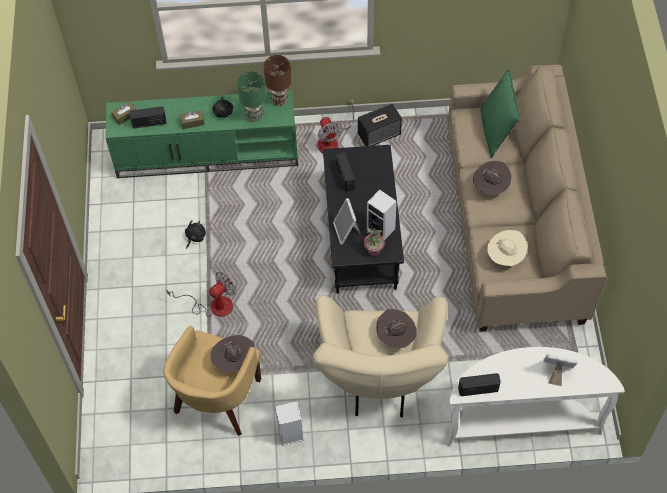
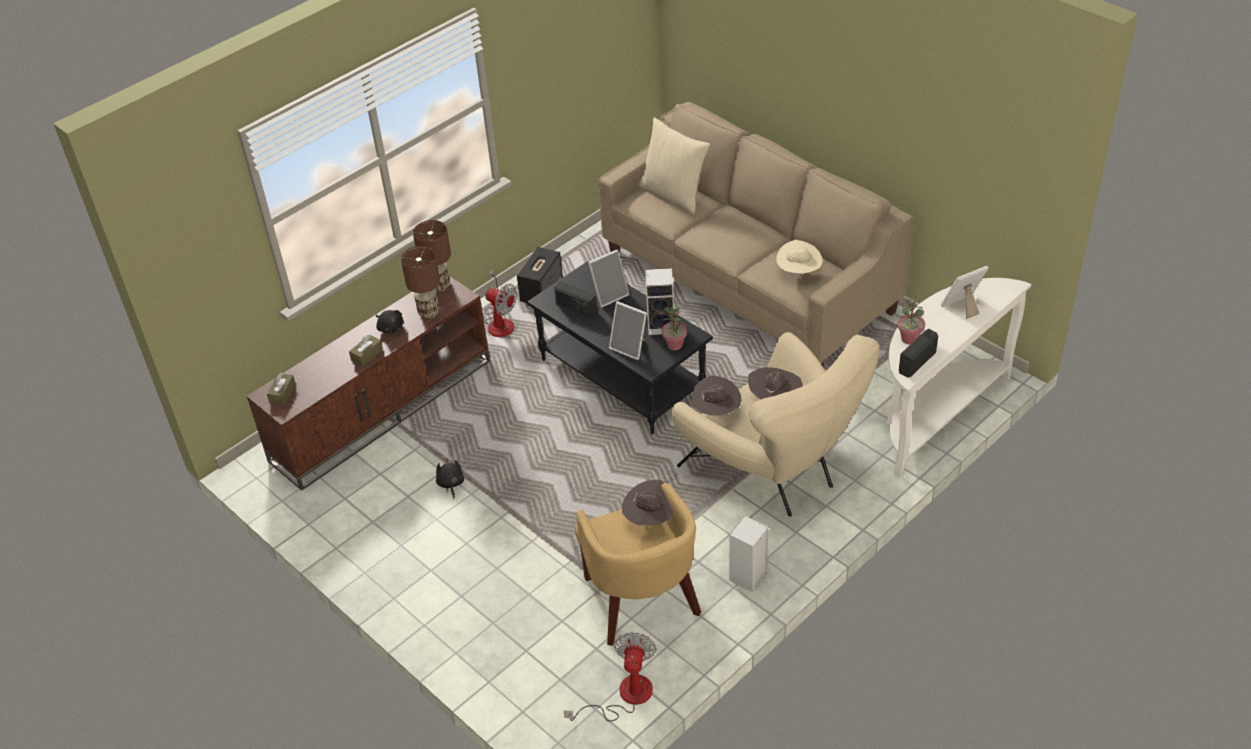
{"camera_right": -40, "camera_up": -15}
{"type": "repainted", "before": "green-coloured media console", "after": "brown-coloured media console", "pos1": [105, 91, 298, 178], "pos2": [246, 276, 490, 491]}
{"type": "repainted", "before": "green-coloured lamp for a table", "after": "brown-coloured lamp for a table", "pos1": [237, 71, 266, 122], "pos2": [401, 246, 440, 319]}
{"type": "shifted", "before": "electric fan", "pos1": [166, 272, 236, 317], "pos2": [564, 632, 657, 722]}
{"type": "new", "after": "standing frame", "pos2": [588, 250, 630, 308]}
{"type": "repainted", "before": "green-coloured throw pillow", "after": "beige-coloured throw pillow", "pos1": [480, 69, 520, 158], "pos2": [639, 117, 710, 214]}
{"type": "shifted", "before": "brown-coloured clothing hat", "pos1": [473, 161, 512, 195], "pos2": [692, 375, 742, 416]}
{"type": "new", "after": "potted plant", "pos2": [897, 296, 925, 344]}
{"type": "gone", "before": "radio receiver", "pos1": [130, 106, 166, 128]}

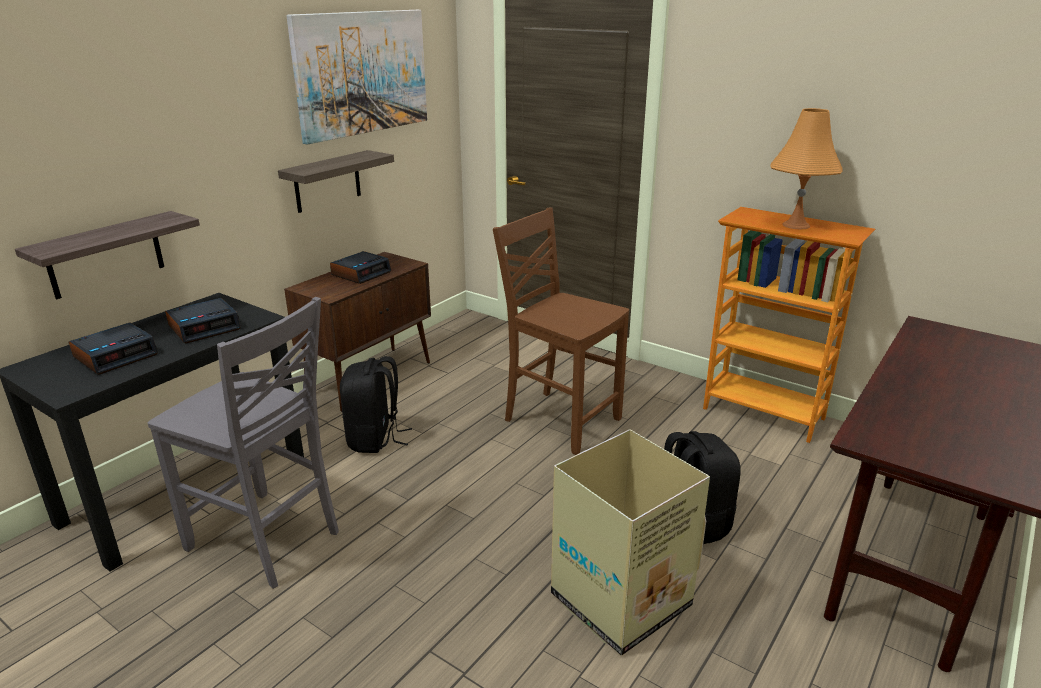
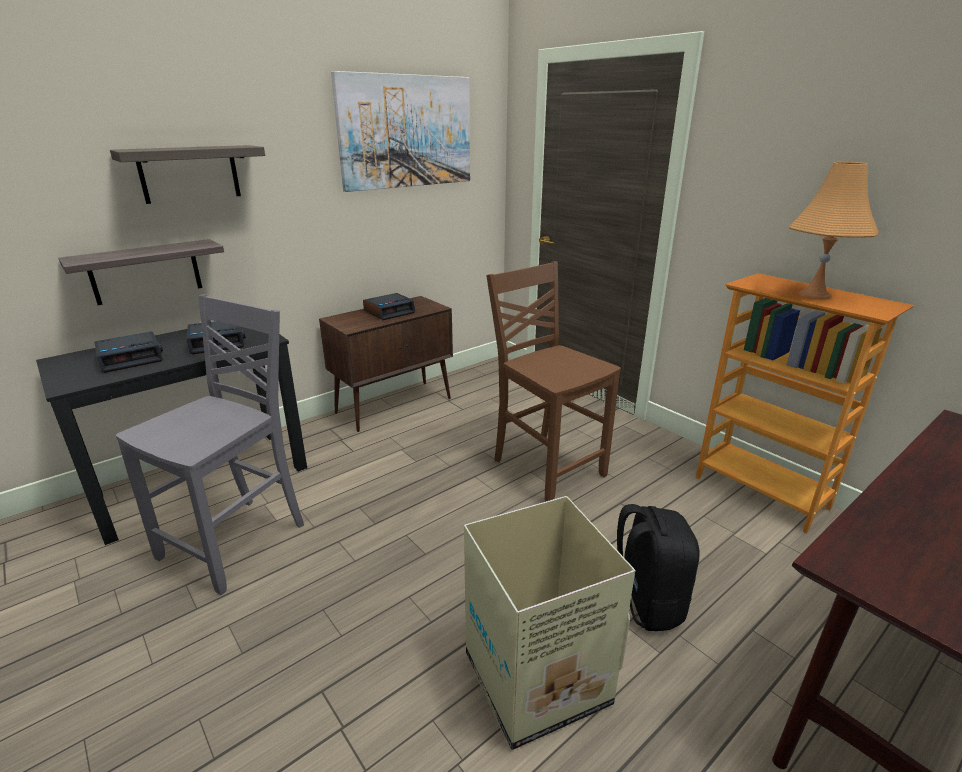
{"camera_right": 15, "camera_up": 0}
{"type": "shifted", "before": "wall shelf", "pos1": [278, 150, 394, 213], "pos2": [110, 145, 265, 204]}
{"type": "rotated", "before": "greyish chair", "pos1": [148, 297, 339, 589], "pos2": [116, 295, 304, 595], "turn": -105}
{"type": "gone", "before": "blackish knapsack", "pos1": [340, 356, 412, 453]}

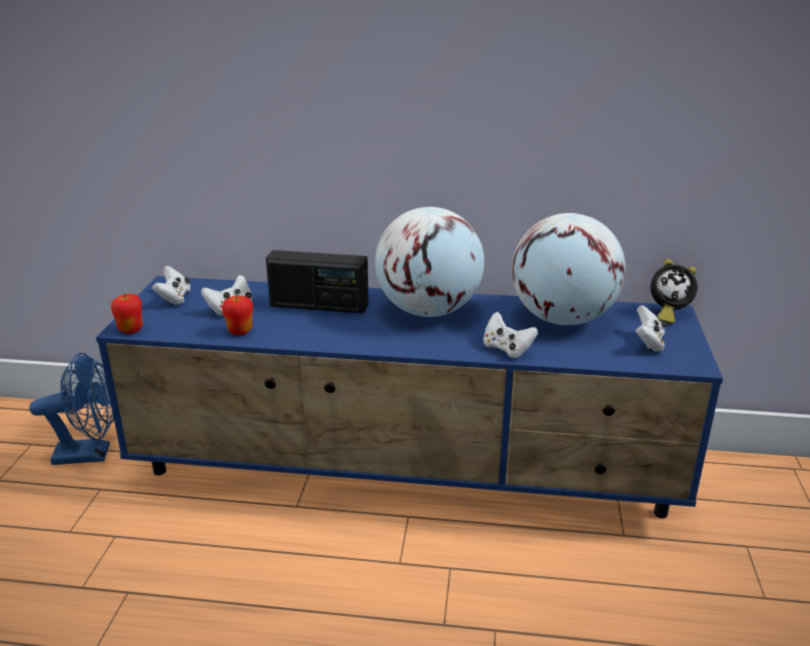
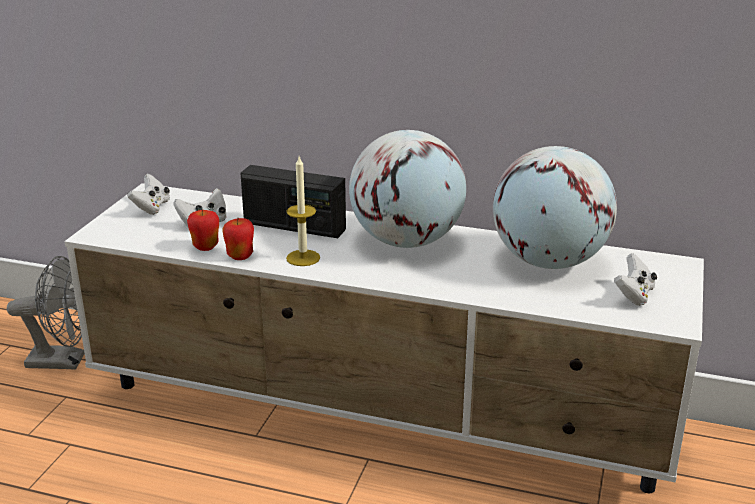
{"camera_right": 10, "camera_up": 0}
{"type": "repainted", "before": "blue electric fan", "after": "greyish electric fan", "pos1": [29, 353, 114, 465], "pos2": [7, 256, 85, 370]}
{"type": "repainted", "before": "blue media console", "after": "white media console", "pos1": [96, 276, 723, 518], "pos2": [64, 183, 704, 493]}
{"type": "shifted", "before": "apple fruit", "pos1": [111, 294, 143, 334], "pos2": [222, 218, 254, 260]}
{"type": "new", "after": "wax light", "pos2": [286, 157, 320, 266]}
{"type": "gone", "before": "white joypad", "pos1": [483, 312, 538, 358]}
{"type": "gone", "before": "bedside clock", "pos1": [651, 259, 697, 324]}

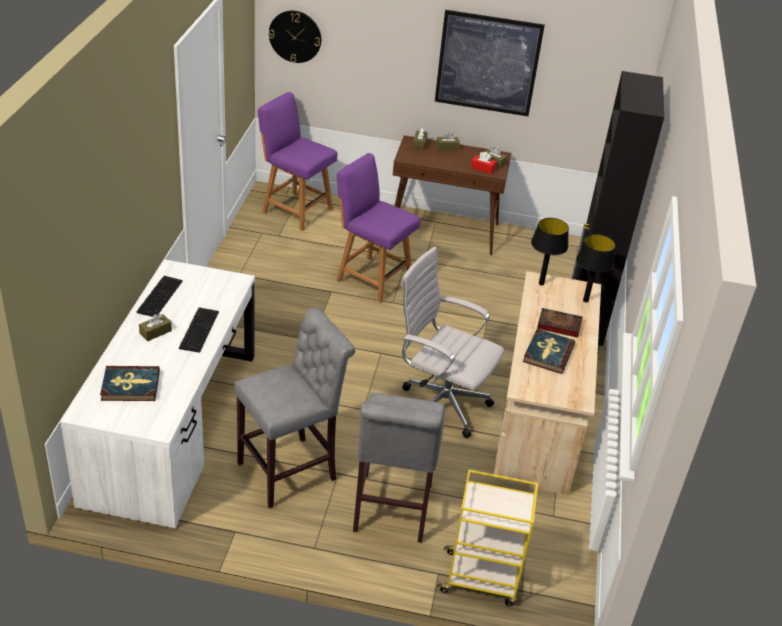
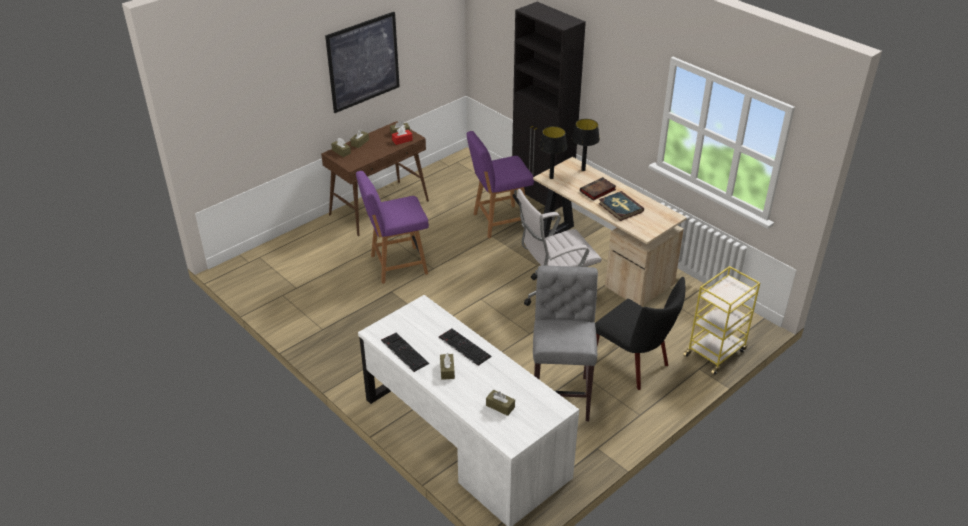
{"camera_right": -50, "camera_up": 0}
{"type": "shifted", "before": "purplish chair", "pos1": [258, 92, 337, 231], "pos2": [467, 131, 534, 238]}
{"type": "swapped", "before": "book", "after": "brown-coloured tissue holder", "pos1": [100, 366, 160, 401], "pos2": [486, 390, 515, 416]}
{"type": "swapped", "before": "greyish sitting stool", "after": "blackish chair", "pos1": [353, 393, 445, 543], "pos2": [595, 277, 685, 390]}
{"type": "gone", "before": "hanging clock", "pos1": [269, 11, 321, 63]}

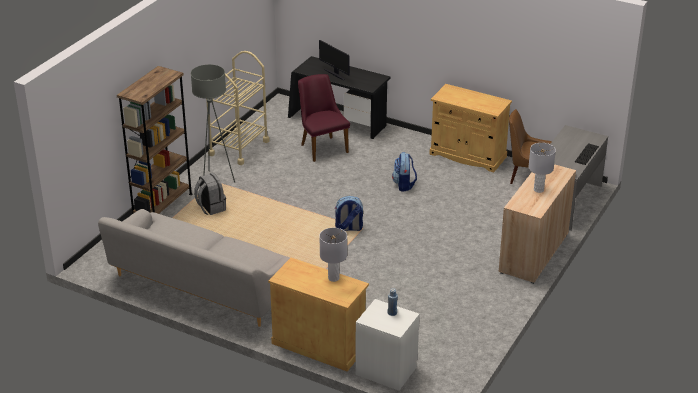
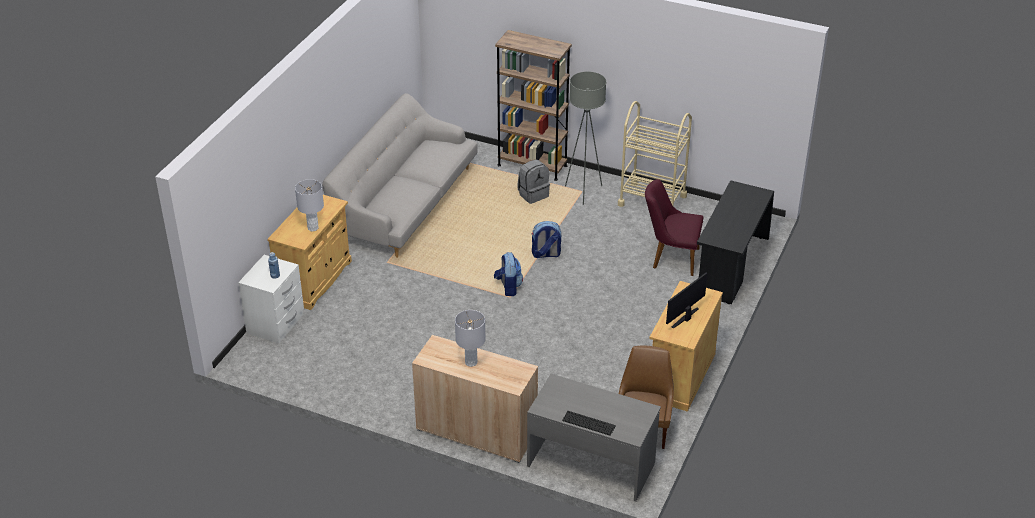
{"camera_right": 85, "camera_up": 5}
{"type": "shifted", "before": "knapsack", "pos1": [392, 152, 417, 192], "pos2": [532, 221, 561, 258]}
{"type": "rotated", "before": "purplish chair", "pos1": [298, 74, 350, 162], "pos2": [645, 179, 704, 276], "turn": -135}
{"type": "shifted", "before": "computer screen", "pos1": [319, 40, 350, 80], "pos2": [666, 272, 707, 329]}

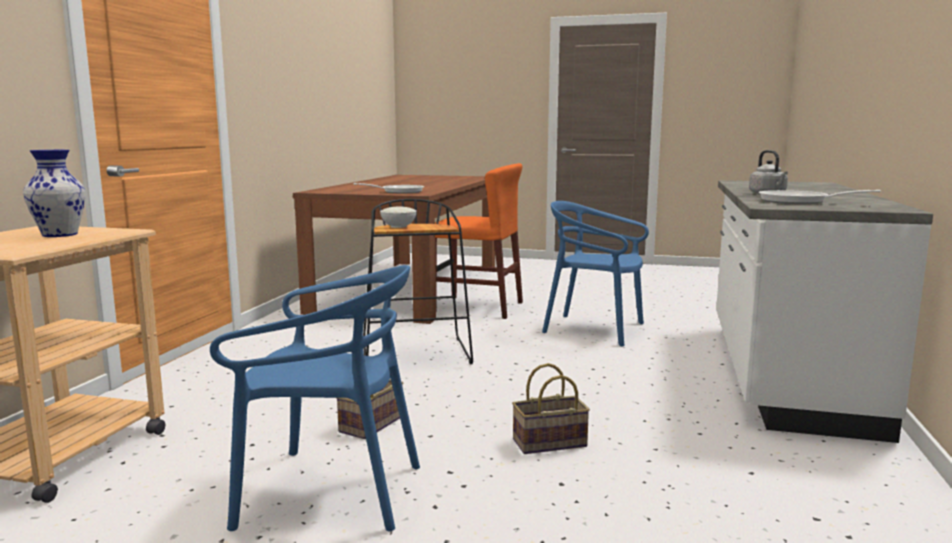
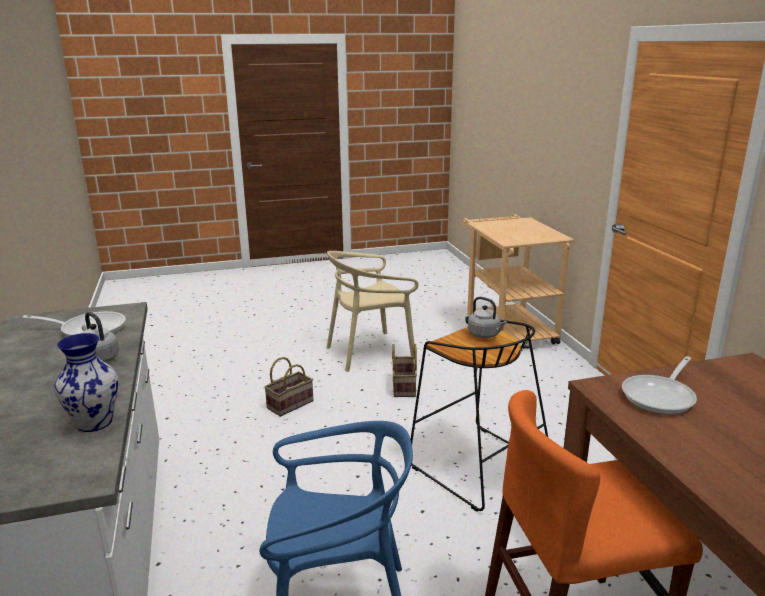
{"camera_right": 150, "camera_up": 10}
{"type": "shifted", "before": "flower vase", "pos1": [23, 150, 86, 237], "pos2": [54, 333, 119, 432]}
{"type": "repainted", "before": "blue chair", "after": "beige-coloured chair", "pos1": [210, 265, 420, 532], "pos2": [327, 251, 419, 372]}
{"type": "swapped", "before": "white bowl", "after": "greyish water kettle", "pos1": [380, 207, 417, 228], "pos2": [468, 297, 507, 338]}

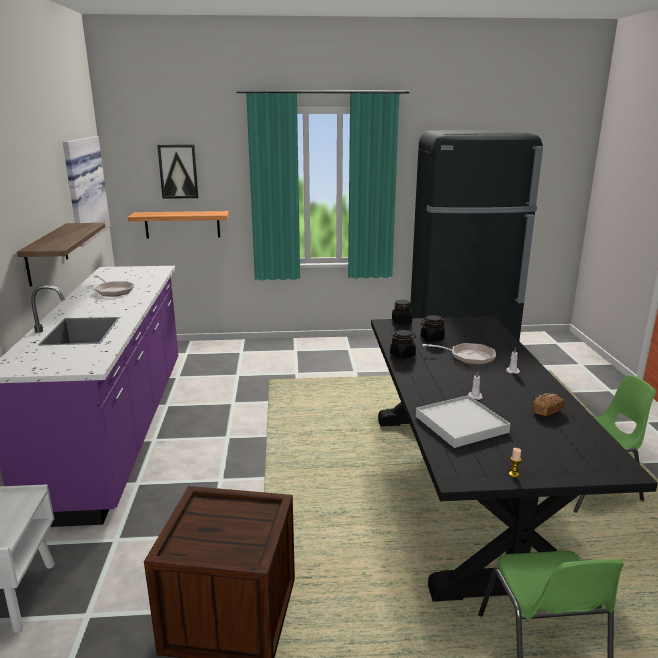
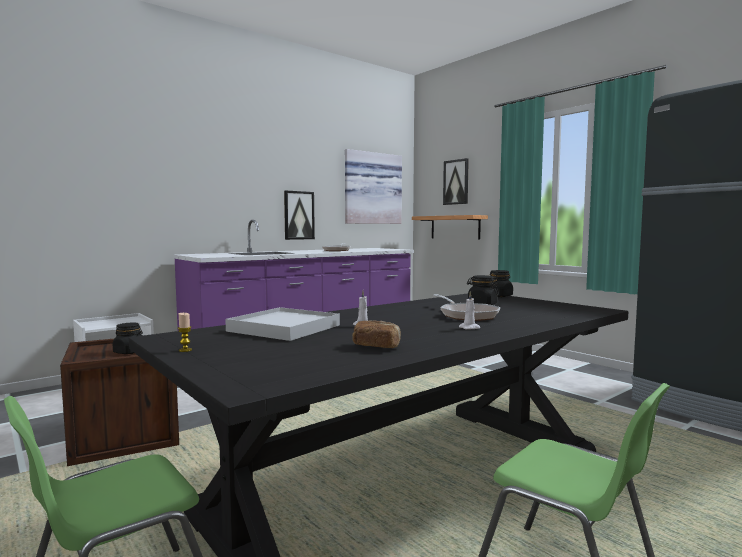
{"camera_right": 55, "camera_up": -15}
{"type": "shifted", "before": "blackish jar", "pos1": [390, 330, 416, 359], "pos2": [113, 323, 143, 354]}
{"type": "swapped", "before": "wall shelf", "after": "wall picture", "pos1": [17, 223, 105, 286], "pos2": [284, 191, 315, 240]}

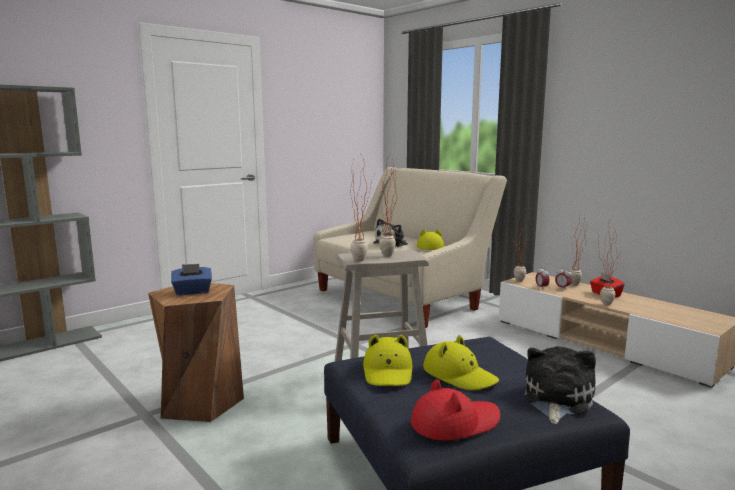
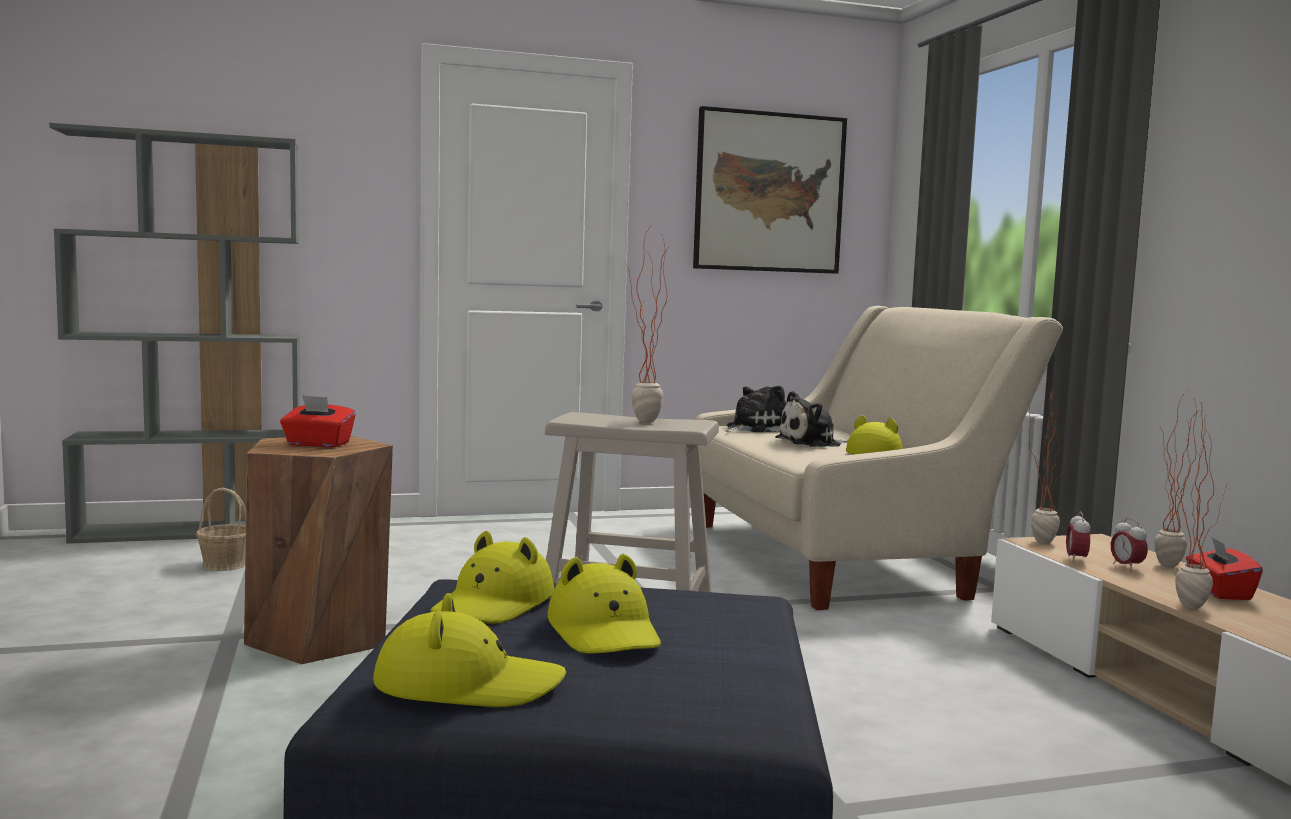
{"camera_right": 25, "camera_up": -5}
{"type": "new", "after": "household basket", "pos2": [196, 487, 246, 571]}
{"type": "repainted", "before": "blue tissue holder", "after": "red tissue holder", "pos1": [171, 264, 212, 295], "pos2": [280, 395, 356, 447]}
{"type": "repainted", "before": "red clothing hat", "after": "yellowish clothing hat", "pos1": [411, 379, 500, 440], "pos2": [373, 593, 566, 707]}
{"type": "new", "after": "wall picture", "pos2": [693, 106, 847, 274]}
{"type": "shifted", "before": "cuddly toy", "pos1": [524, 346, 596, 424], "pos2": [725, 386, 786, 432]}
{"type": "gone", "before": "potted plant", "pos1": [350, 159, 373, 262]}

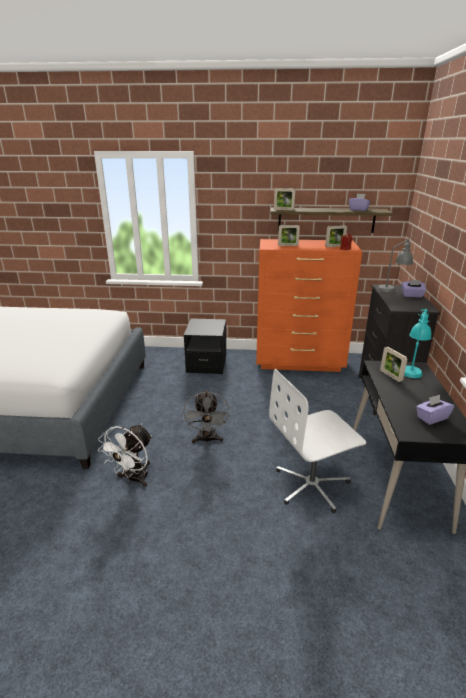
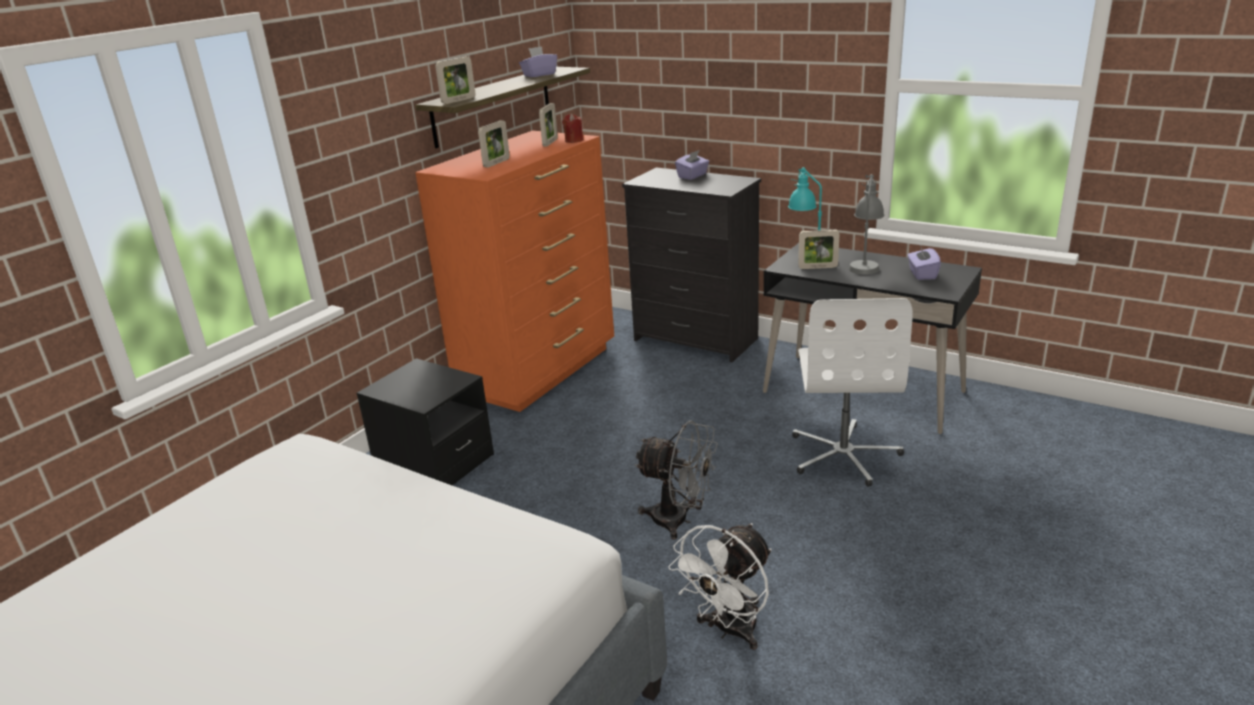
{"camera_right": -60, "camera_up": 0}
{"type": "rotated", "before": "white electric fan", "pos1": [98, 424, 152, 487], "pos2": [668, 523, 772, 650], "turn": 75}
{"type": "shifted", "before": "greyish lamp for a table", "pos1": [377, 239, 413, 292], "pos2": [849, 174, 884, 275]}

